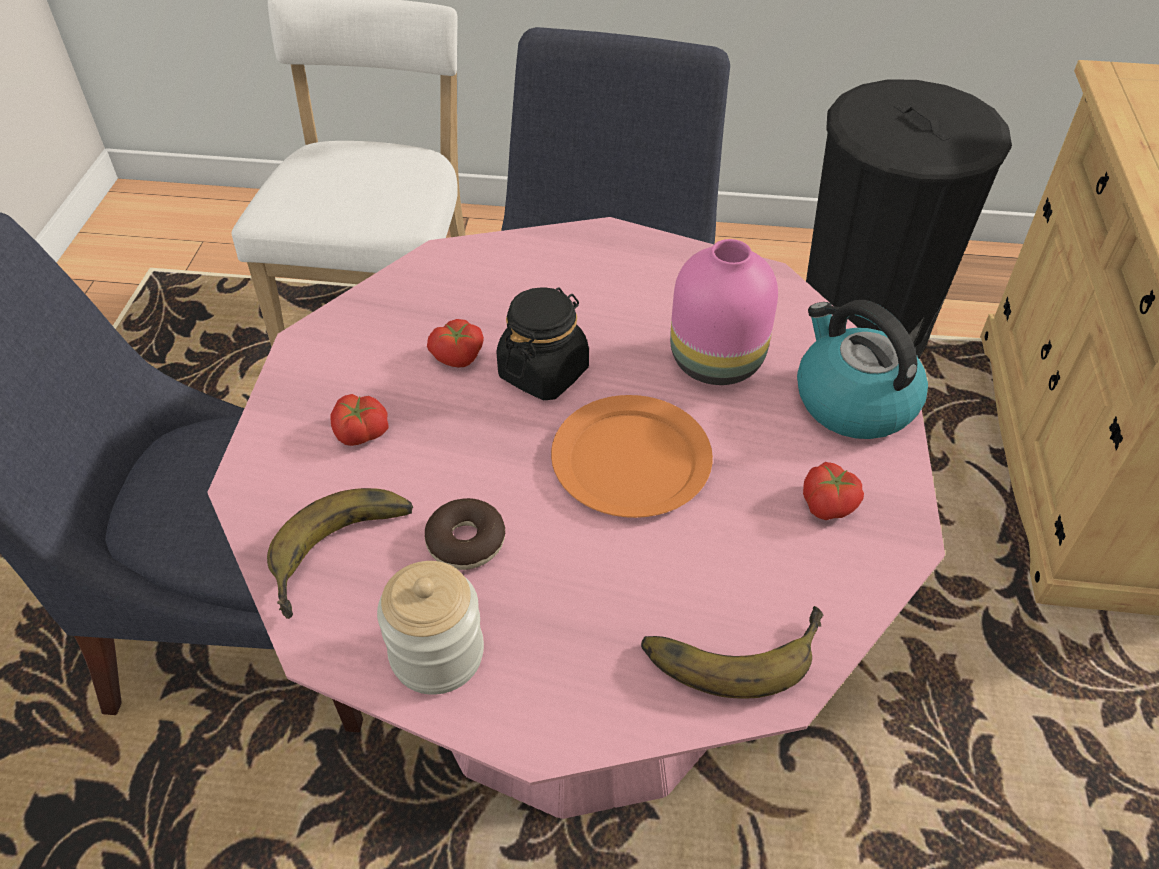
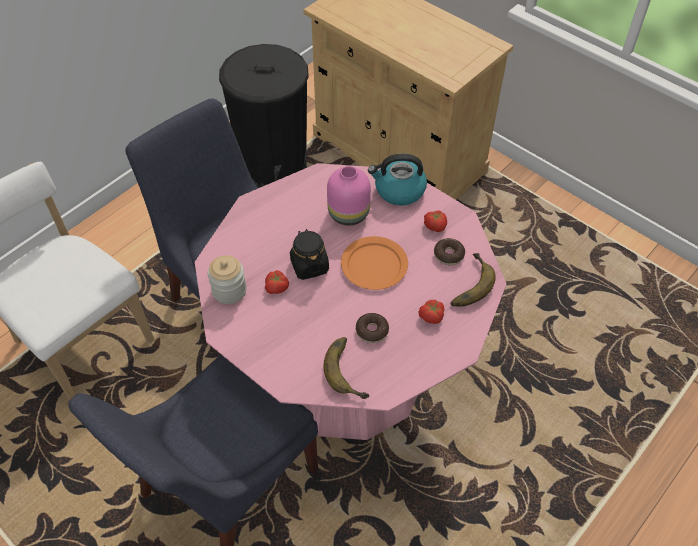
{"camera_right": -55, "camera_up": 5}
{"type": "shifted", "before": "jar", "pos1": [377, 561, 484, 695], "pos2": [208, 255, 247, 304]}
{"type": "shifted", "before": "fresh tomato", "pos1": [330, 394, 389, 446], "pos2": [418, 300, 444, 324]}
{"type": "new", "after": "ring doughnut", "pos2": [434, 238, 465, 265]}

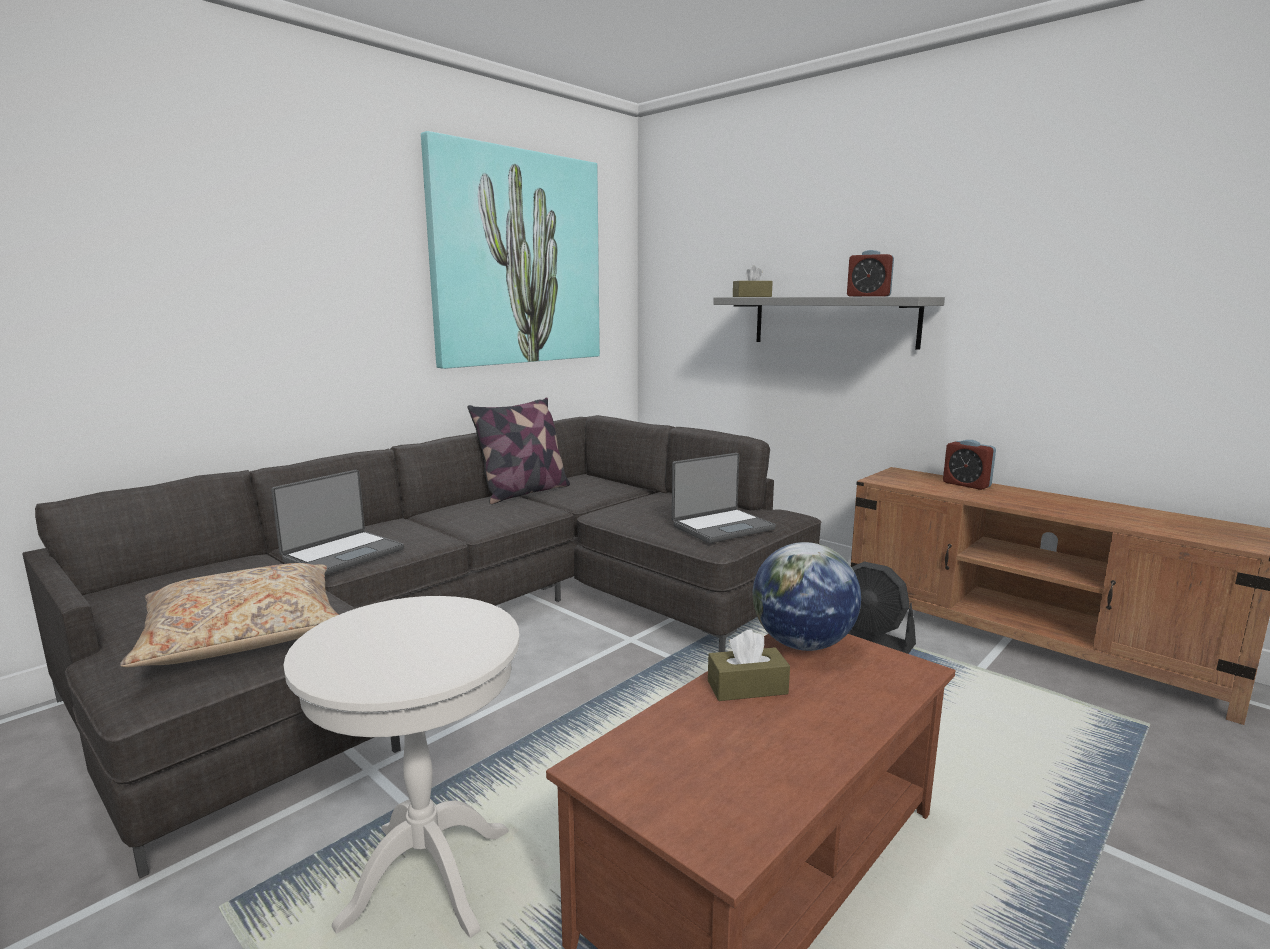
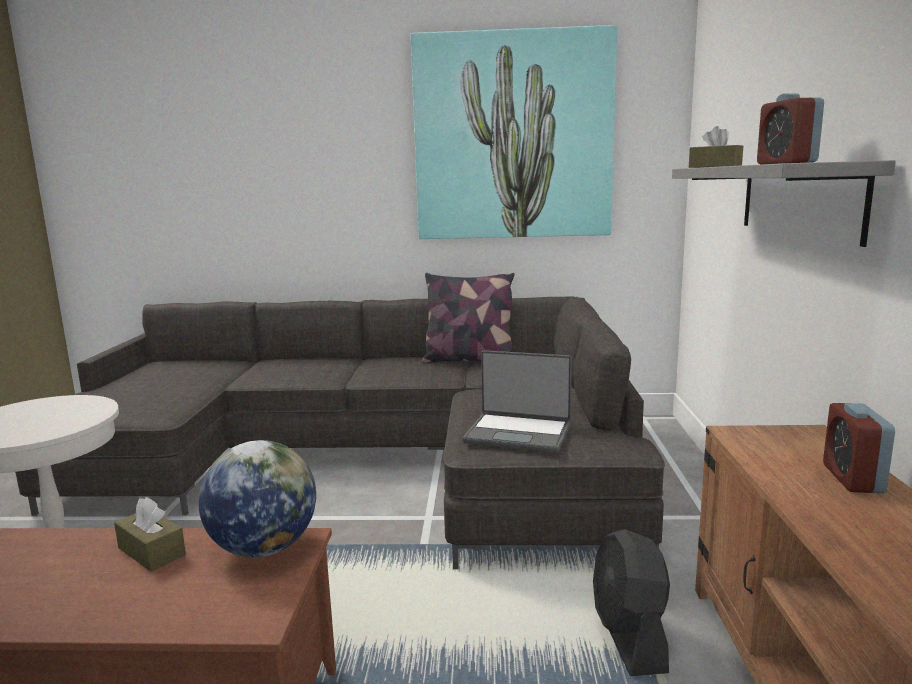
{"camera_right": 50, "camera_up": 0}
{"type": "gone", "before": "beige-coloured throw pillow", "pos1": [120, 563, 339, 667]}
{"type": "gone", "before": "notebook computer", "pos1": [271, 470, 404, 575]}

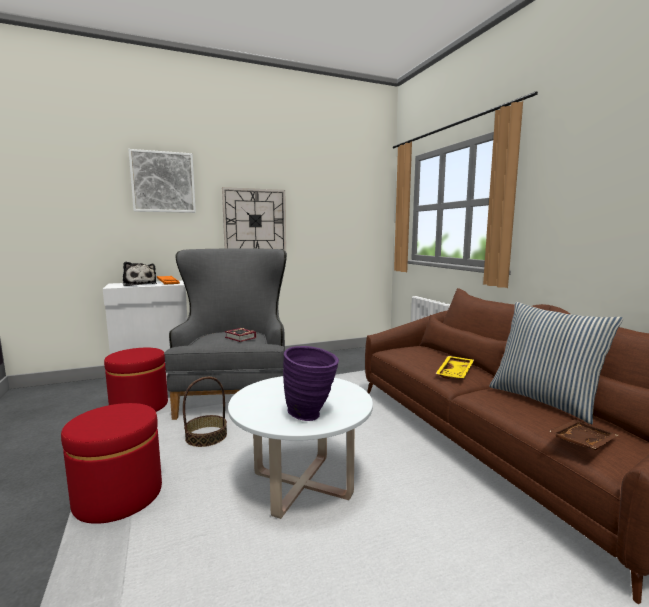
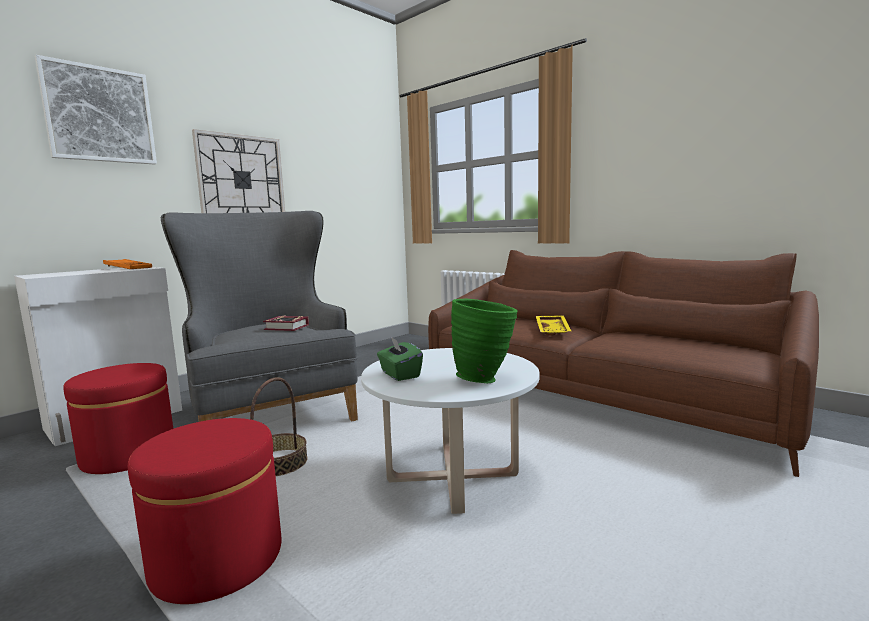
{"camera_right": -25, "camera_up": 0}
{"type": "new", "after": "green-coloured tissue holder", "pos2": [377, 336, 423, 381]}
{"type": "repainted", "before": "purplish flower vase", "after": "green-coloured flower vase", "pos1": [283, 346, 339, 421], "pos2": [451, 299, 518, 383]}
{"type": "gone", "before": "cuddly toy", "pos1": [123, 262, 157, 286]}
{"type": "gone", "before": "throw pillow", "pos1": [489, 302, 624, 424]}
{"type": "gone", "before": "brown-coloured serving tray", "pos1": [549, 419, 618, 450]}

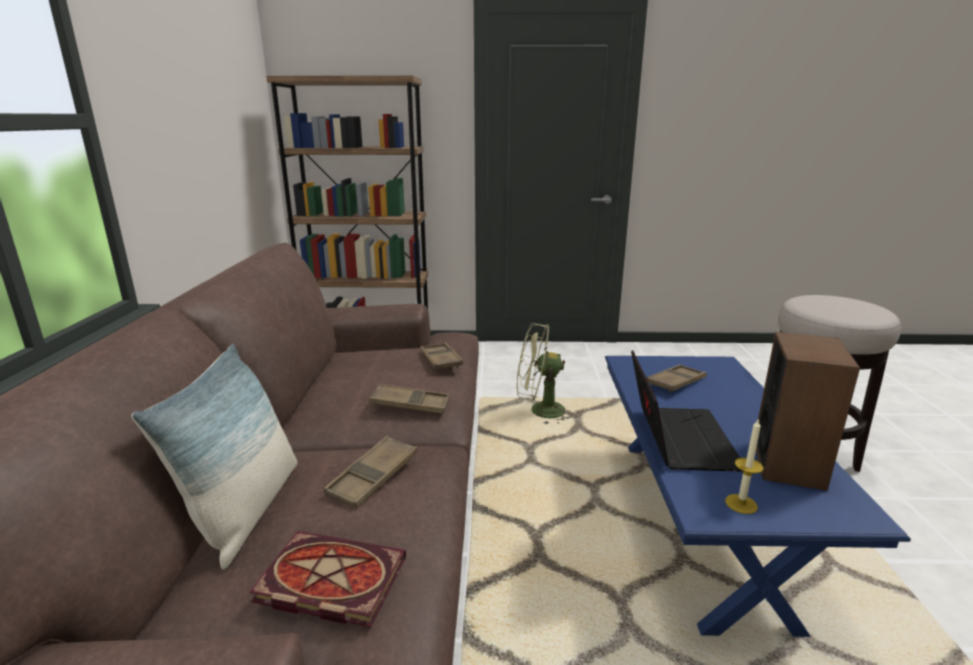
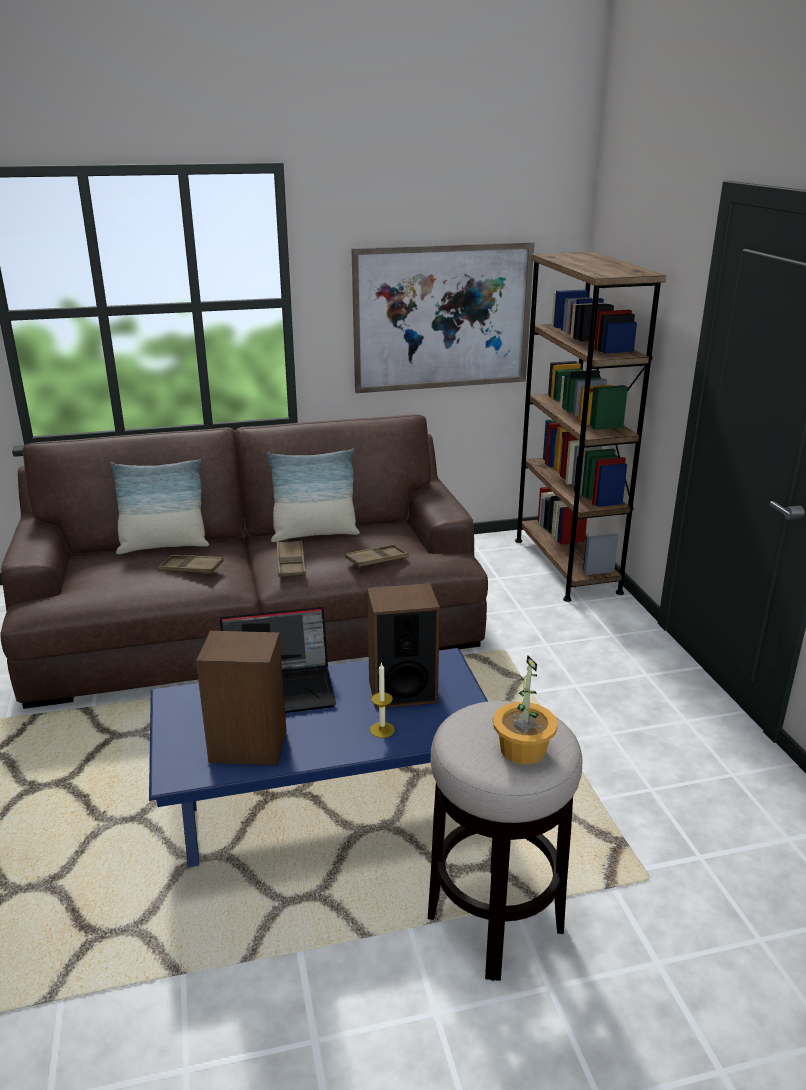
{"camera_right": 75, "camera_up": 5}
{"type": "new", "after": "throw pillow", "pos2": [267, 449, 360, 542]}
{"type": "new", "after": "wall picture", "pos2": [351, 242, 534, 393]}
{"type": "swapped", "before": "brown-coloured serving tray", "after": "audio speaker", "pos1": [647, 364, 707, 392], "pos2": [367, 583, 440, 709]}
{"type": "shifted", "before": "wax light", "pos1": [725, 418, 763, 514], "pos2": [370, 662, 395, 738]}
{"type": "new", "after": "potted plant", "pos2": [493, 655, 558, 764]}
{"type": "gone", "before": "book", "pos1": [249, 531, 406, 627]}
{"type": "gone", "before": "green-coloured electric fan", "pos1": [517, 323, 572, 424]}

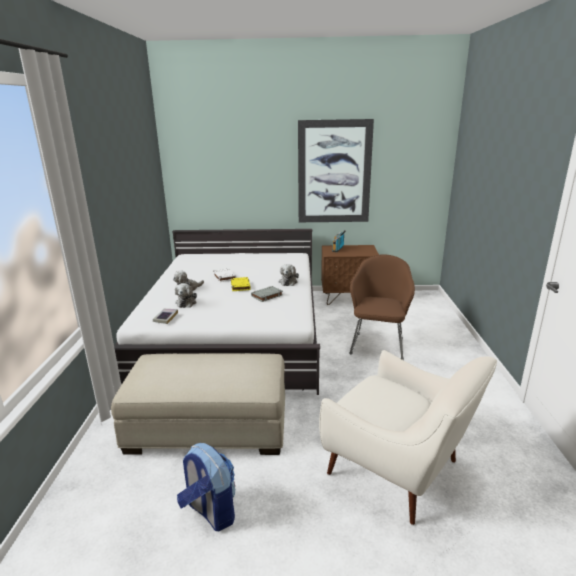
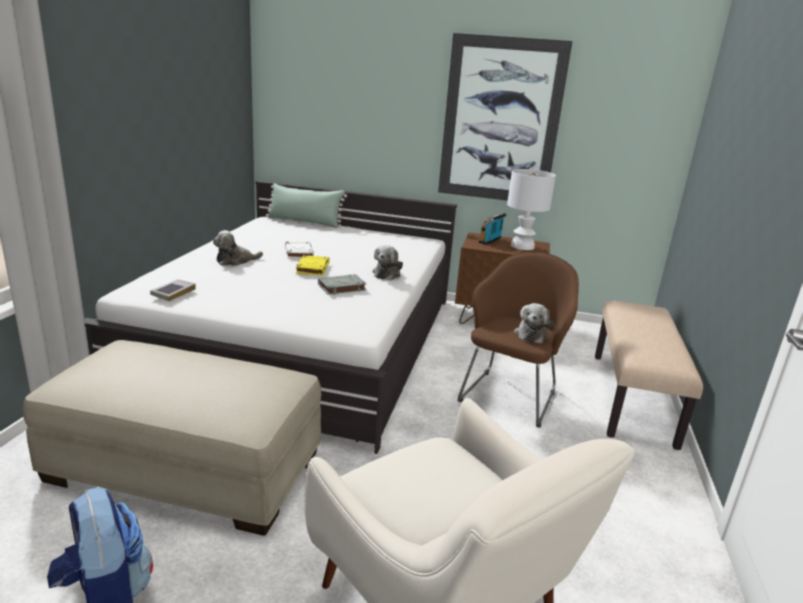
{"camera_right": 10, "camera_up": 0}
{"type": "new", "after": "green-coloured throw pillow", "pos2": [266, 183, 347, 228]}
{"type": "new", "after": "white lamp for a table", "pos2": [507, 169, 556, 250]}
{"type": "shifted", "before": "cuddly toy", "pos1": [175, 283, 197, 308], "pos2": [514, 303, 553, 343]}
{"type": "new", "after": "beige-coloured long seat", "pos2": [595, 300, 703, 450]}

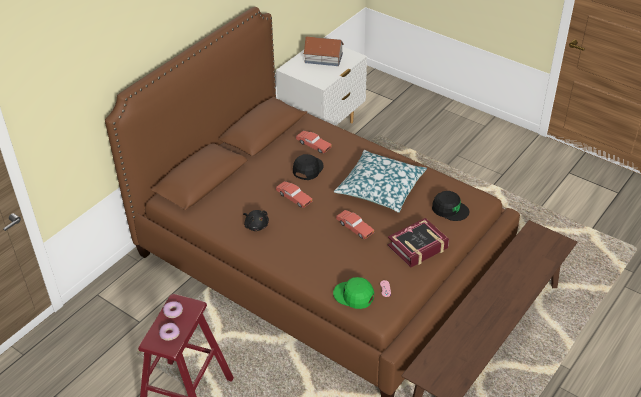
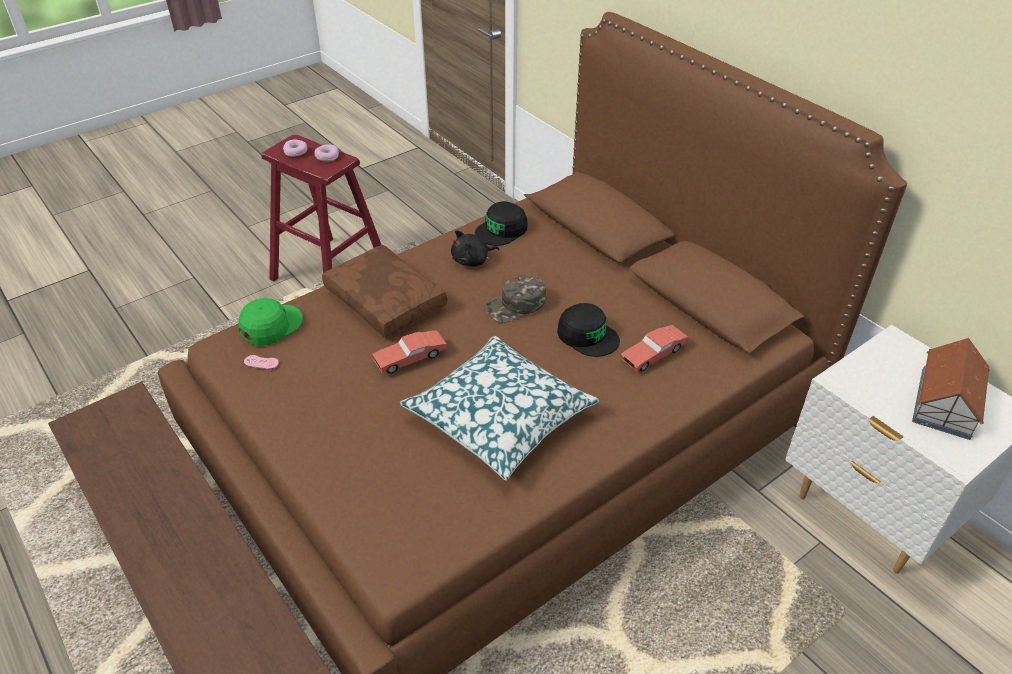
{"camera_right": 105, "camera_up": 0}
{"type": "new", "after": "brown-coloured throw pillow", "pos2": [322, 245, 447, 338]}
{"type": "shifted", "before": "blackish baseball cap", "pos1": [432, 191, 469, 221], "pos2": [475, 201, 527, 246]}
{"type": "swapped", "before": "red toy car", "after": "green-coloured baseball cap", "pos1": [276, 181, 313, 208], "pos2": [484, 275, 546, 323]}
{"type": "gone", "before": "book", "pos1": [388, 218, 449, 267]}

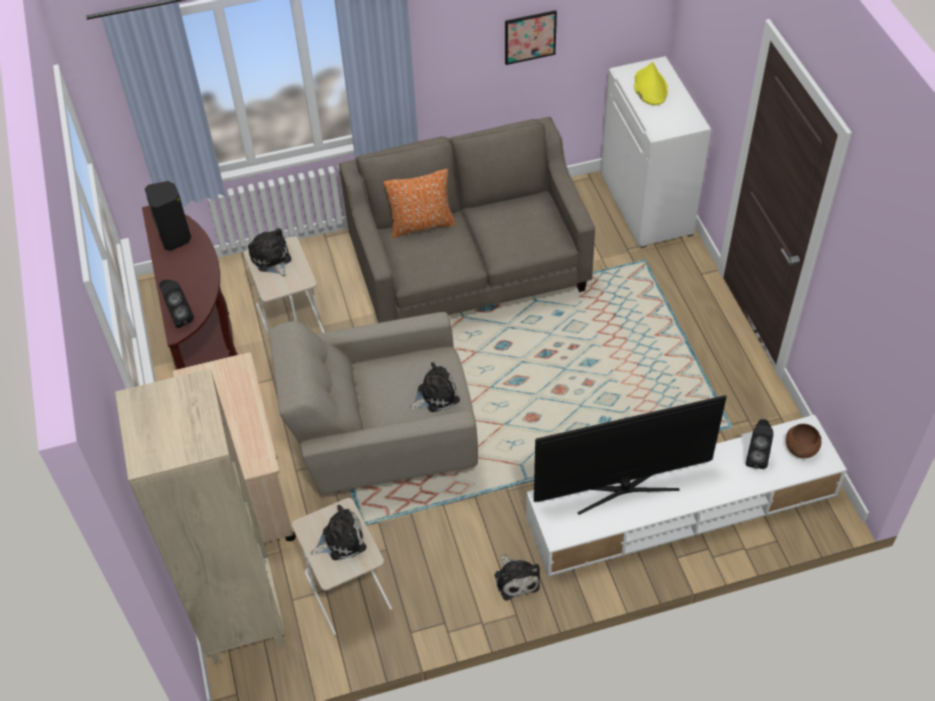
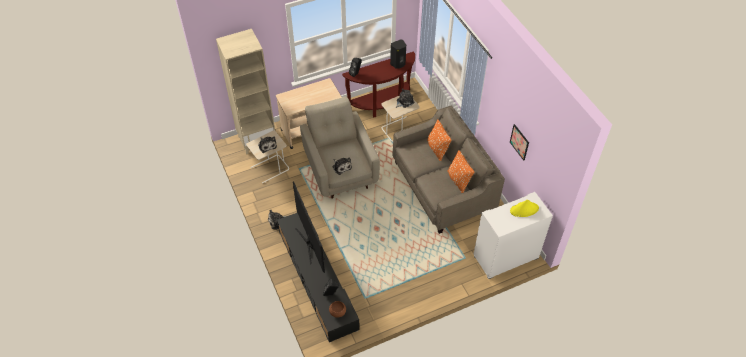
{"camera_right": 80, "camera_up": 0}
{"type": "repainted", "before": "white media console", "after": "blackish media console", "pos1": [526, 415, 847, 577], "pos2": [277, 213, 360, 343]}
{"type": "new", "after": "orange-coloured throw pillow", "pos2": [447, 150, 474, 193]}

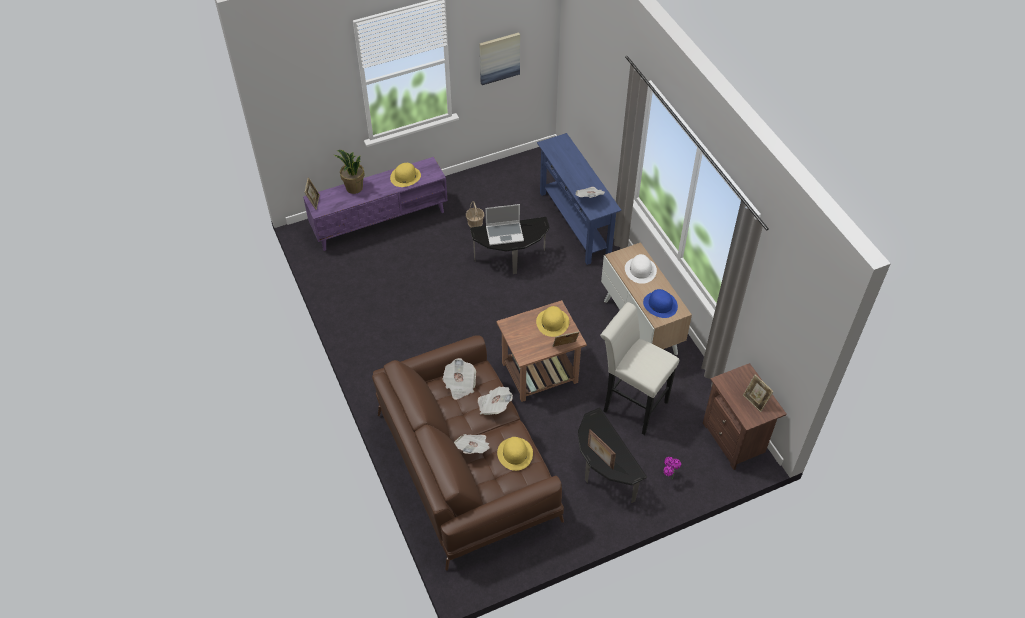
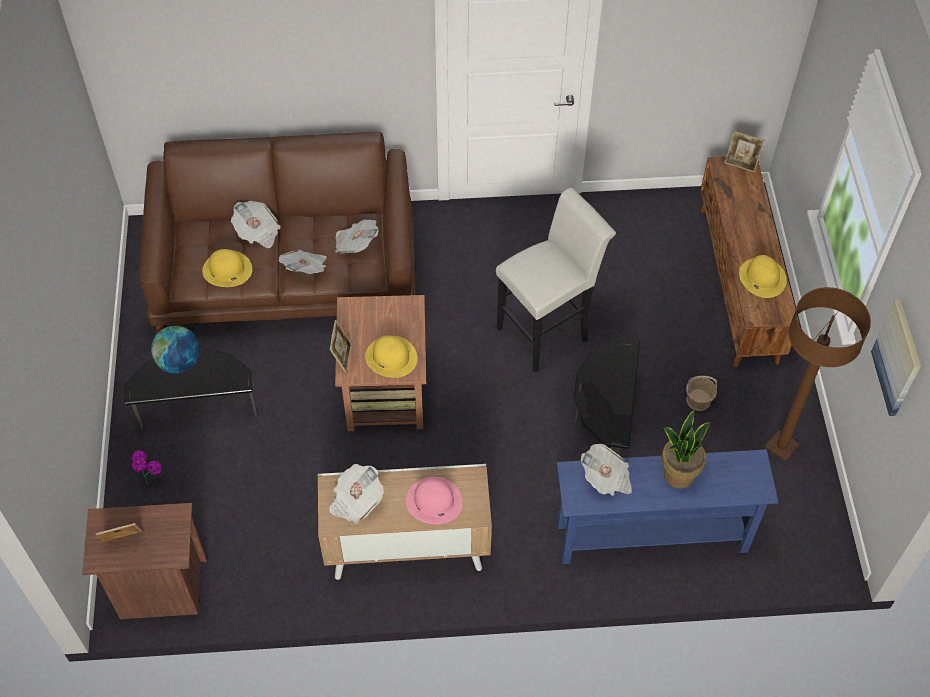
{"camera_right": 110, "camera_up": 5}
{"type": "swapped", "before": "standing frame", "after": "desk globe", "pos1": [588, 429, 616, 469], "pos2": [151, 326, 200, 373]}
{"type": "swapped", "before": "blue clothing hat", "after": "daily paper", "pos1": [643, 289, 678, 318], "pos2": [329, 464, 384, 524]}
{"type": "repainted", "before": "white clothing hat", "after": "pinkish clothing hat", "pos1": [625, 254, 657, 284], "pos2": [406, 477, 463, 524]}
{"type": "shifted", "before": "white sitting stool", "pos1": [600, 302, 679, 435], "pos2": [496, 188, 616, 372]}
{"type": "shifted", "before": "potted plant", "pos1": [334, 150, 365, 194], "pos2": [661, 410, 711, 489]}
{"type": "repainted", "before": "purplish media console", "after": "brown-coloured media console", "pos1": [303, 157, 447, 251], "pos2": [701, 156, 799, 367]}
{"type": "new", "after": "brown-coloured floor lamp", "pos2": [764, 287, 871, 462]}
{"type": "gone", "before": "notebook computer", "pos1": [485, 204, 524, 245]}

